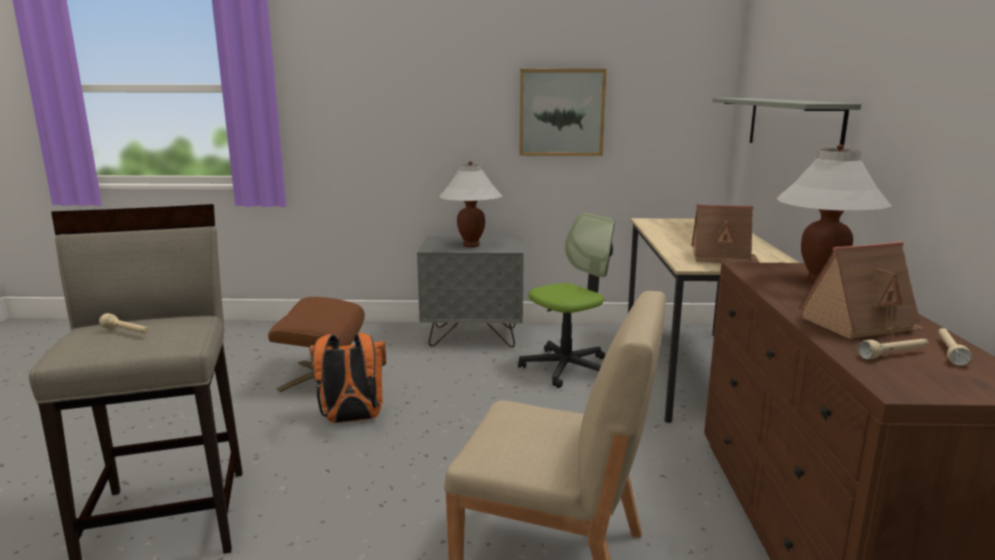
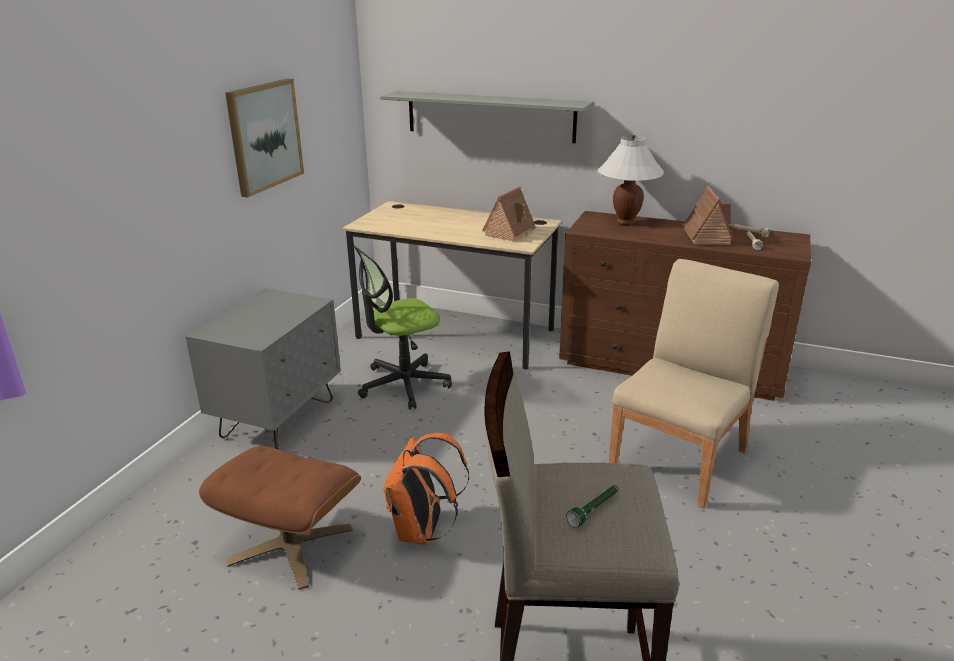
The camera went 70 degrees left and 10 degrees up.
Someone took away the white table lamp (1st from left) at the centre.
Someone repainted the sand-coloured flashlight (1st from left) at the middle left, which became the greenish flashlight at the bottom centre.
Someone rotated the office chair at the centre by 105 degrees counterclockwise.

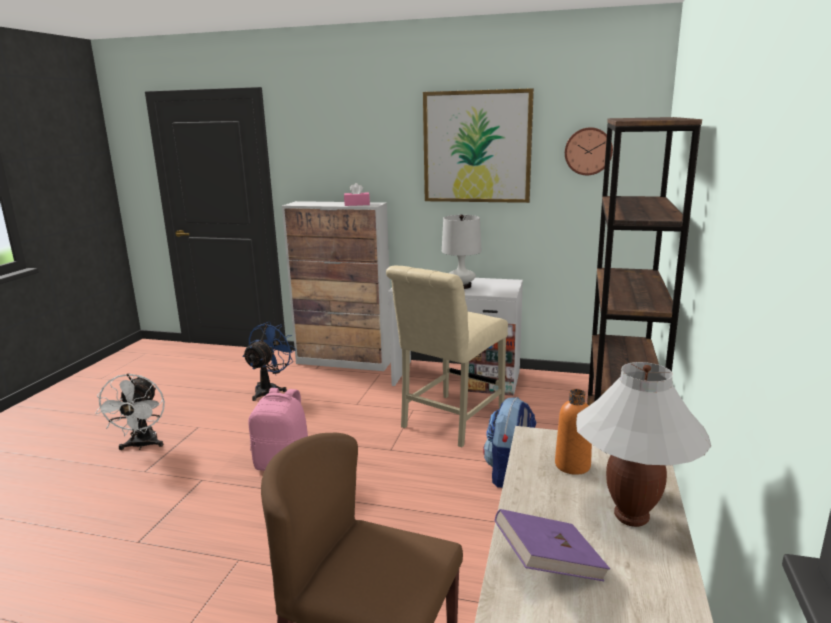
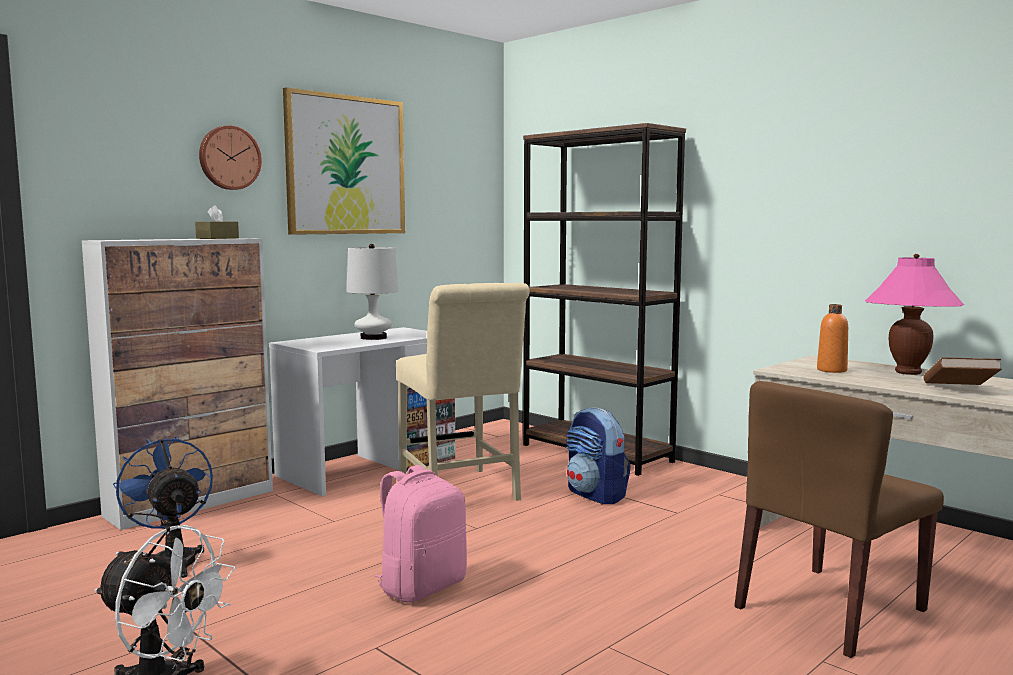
The camera went 60 degrees left and 10 degrees down.
Someone carried the wall clock from the top right to the top left.
Someone repainted the pink-coloured tissue holder at the top centre, which became the brownish tissue holder at the top left.
Someone repainted the purple-coloured bound book at the bottom centre, which became the brownish bound book at the middle right.
Someone repainted the white table lamp (2nd from left) at the bottom right, which became the pink-coloured table lamp at the middle right.

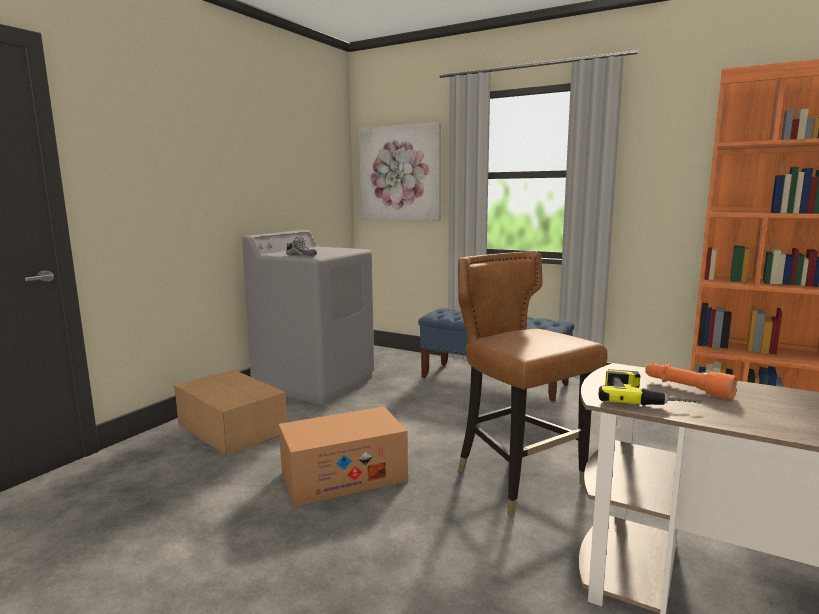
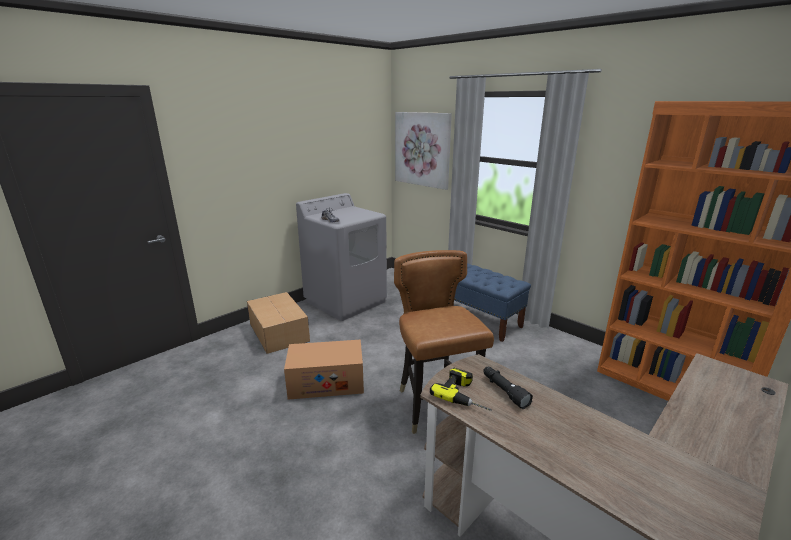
The camera went 15 degrees right and 10 degrees up.
Someone repainted the orange flashlight at the middle right, which became the black-coloured flashlight at the bottom centre.

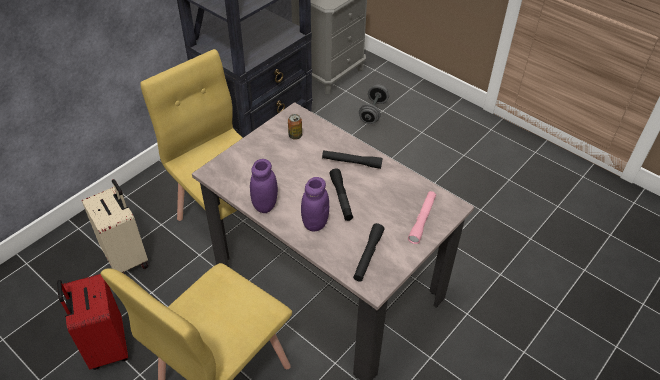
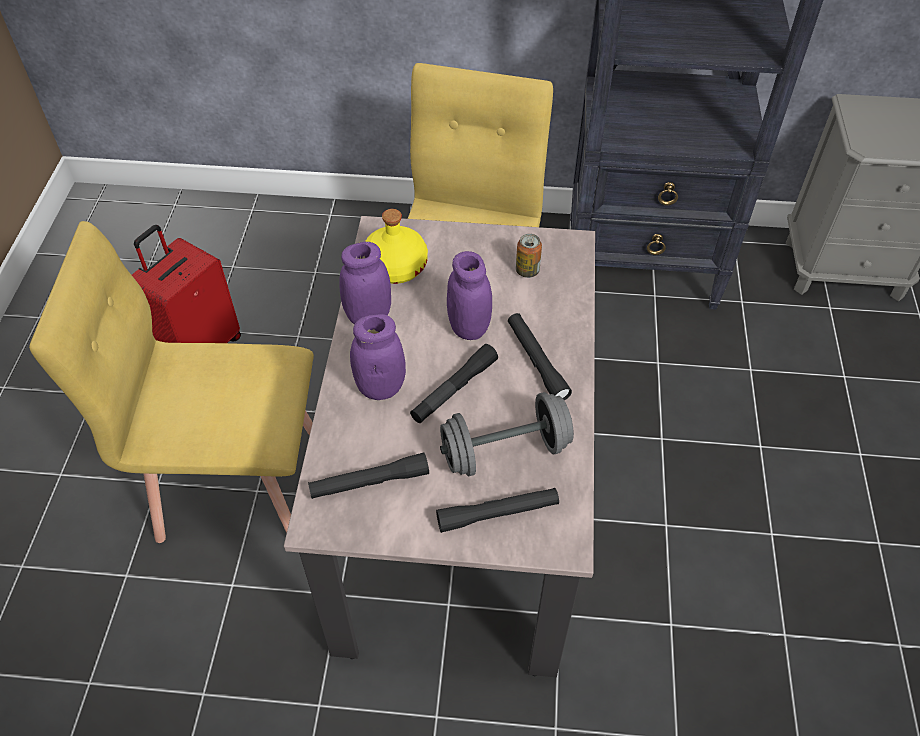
The camera went 55 degrees right and 5 degrees up.
Someone took away the sand-coloured piece of luggage at the middle left.
Someone put down the yellow-coloured drink bottle at the centre.
Someone put down the purple-coloured preserve jar (3rd from left) at the centre.
Someone carried the grey dumbbell from the top centre to the centre.
Someone repainted the pink-coloured flashlight at the centre, which became the black-coloured flashlight (3rd from left) at the bottom centre.

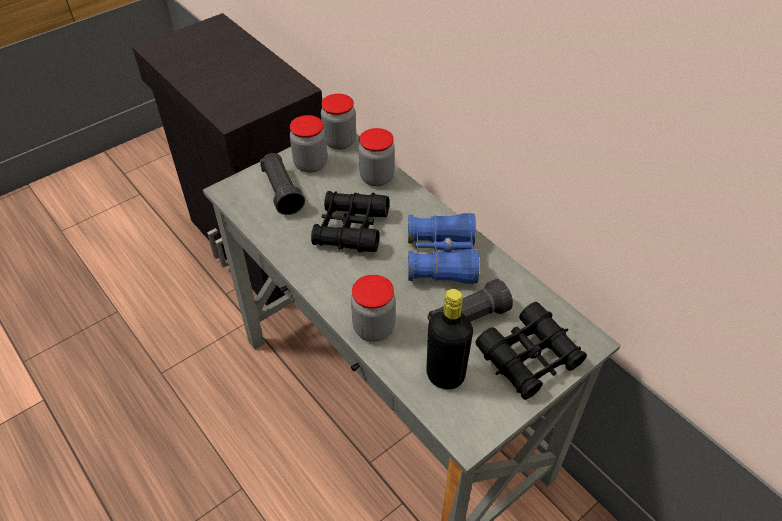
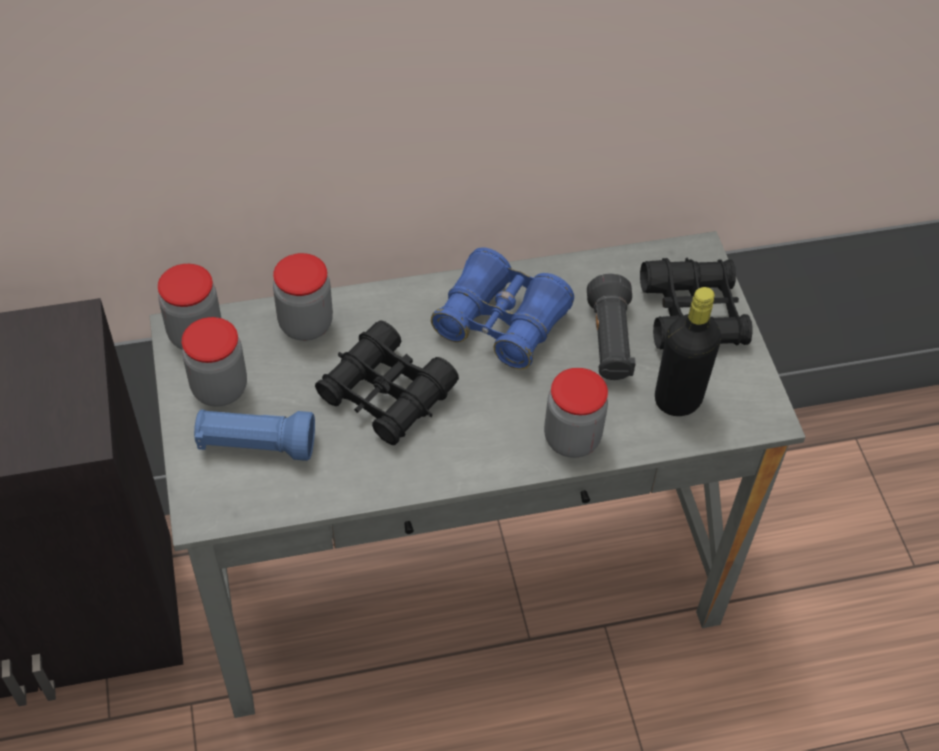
The camera went 65 degrees left and 5 degrees up.
Someone repainted the black-coloured flashlight (1st from left) at the centre, which became the bluish flashlight at the middle left.

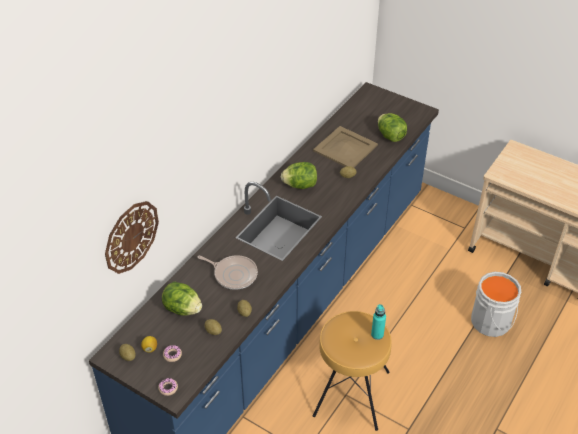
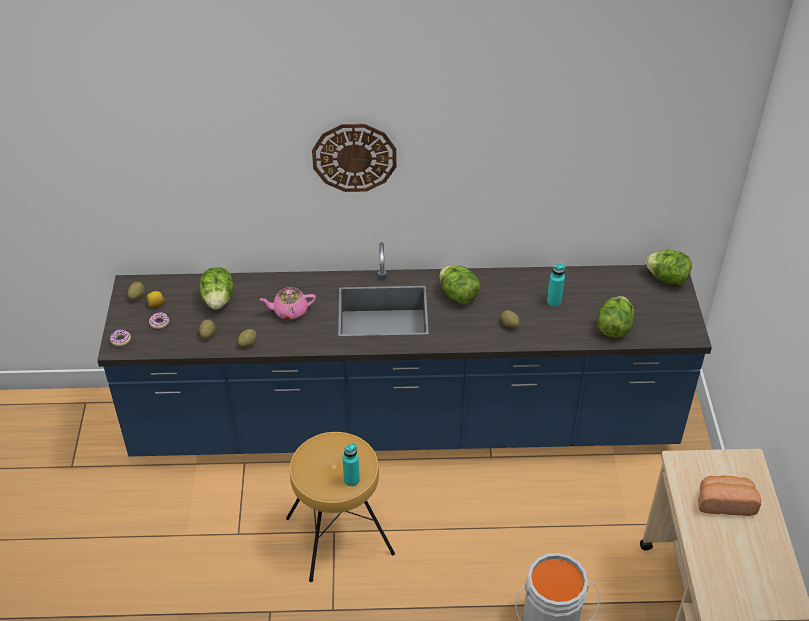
The camera went 55 degrees right and 0 degrees up.
Someone put down the head of lettuce (4th from left) at the middle right.
Someone put down the baked bread at the bottom right.
Someone carried the wall clock from the middle left to the top centre.
Someone swapped the frying pan at the centre for the pink-coloured teapot at the centre.
Someone swapped the sand-coloured tray at the centre for the turquoise-coloured drink bottle (2nd from left) at the middle right.

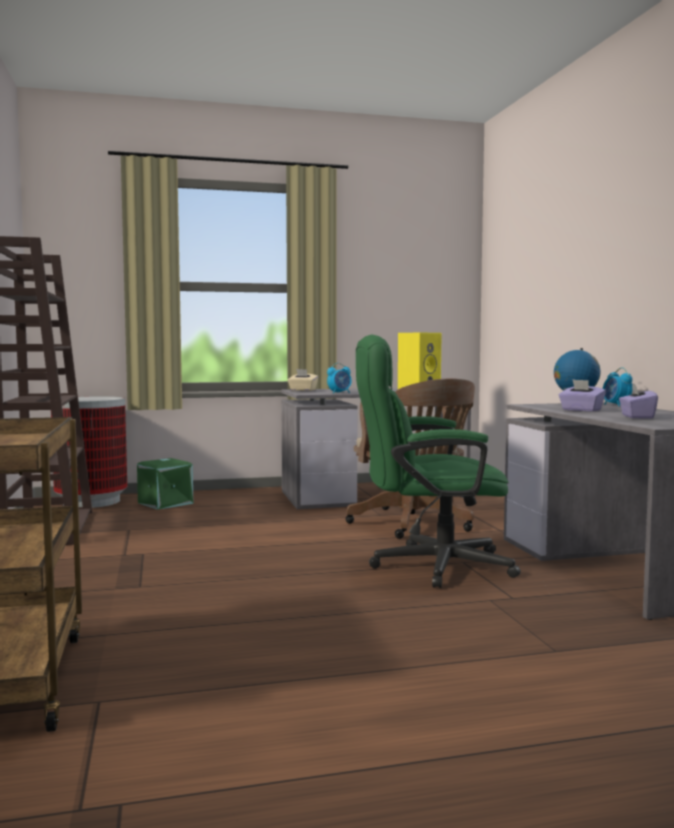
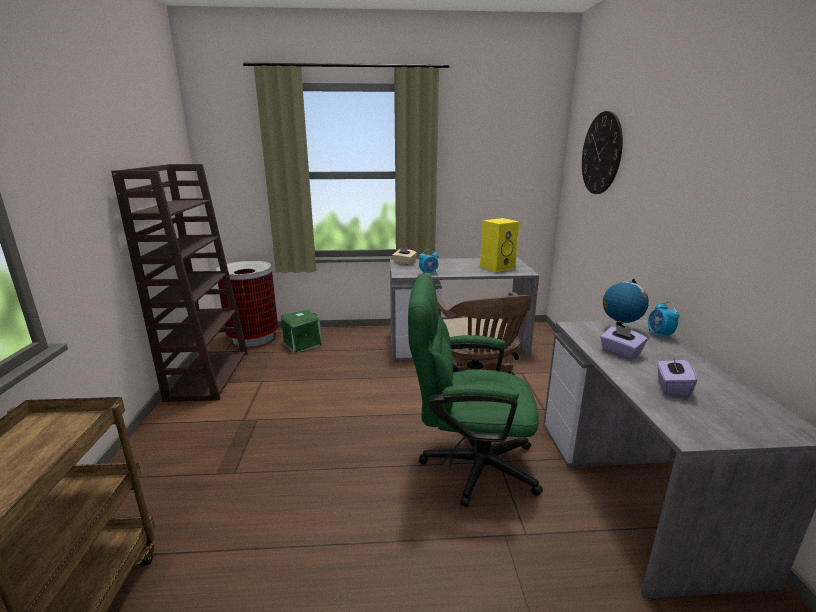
The camera went 10 degrees right and 15 degrees up.
Someone put up the wall clock at the top right.

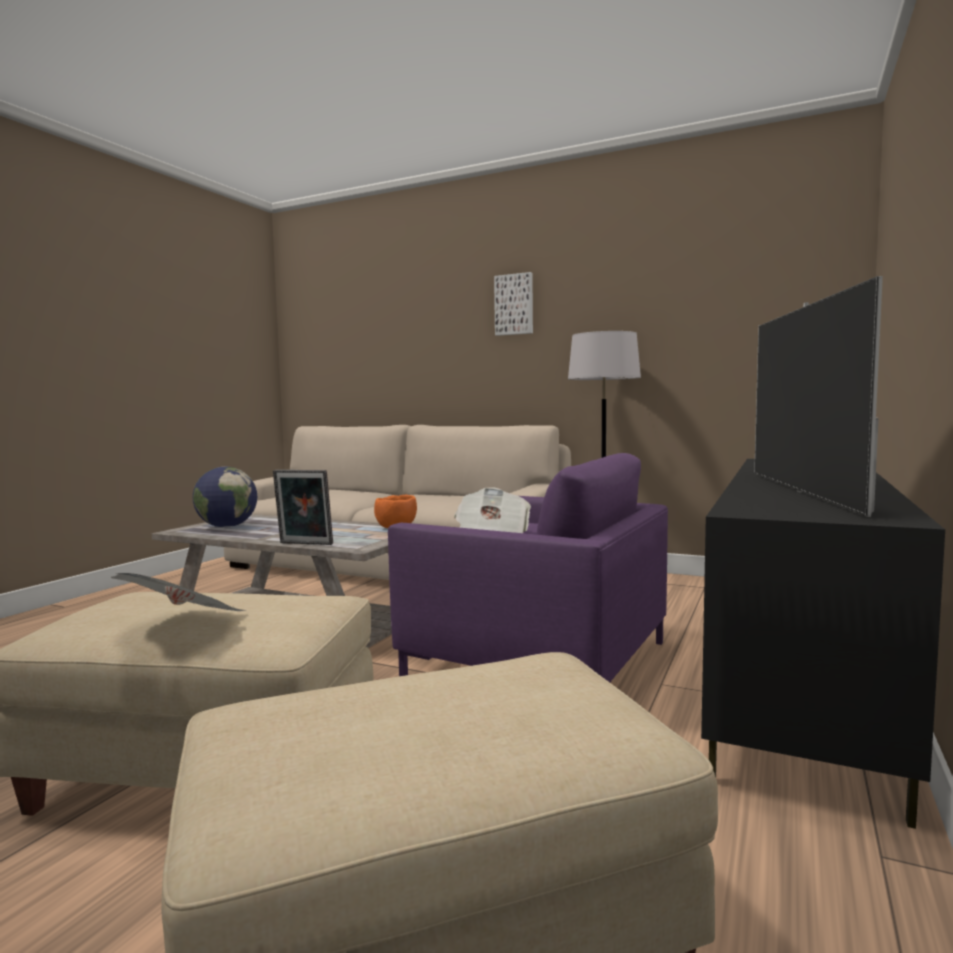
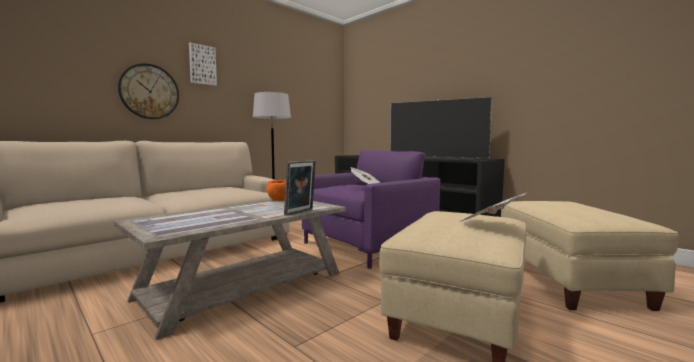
The camera went 70 degrees left and 0 degrees up.
Someone took away the desk globe at the middle left.
Someone put up the wall clock at the top left.

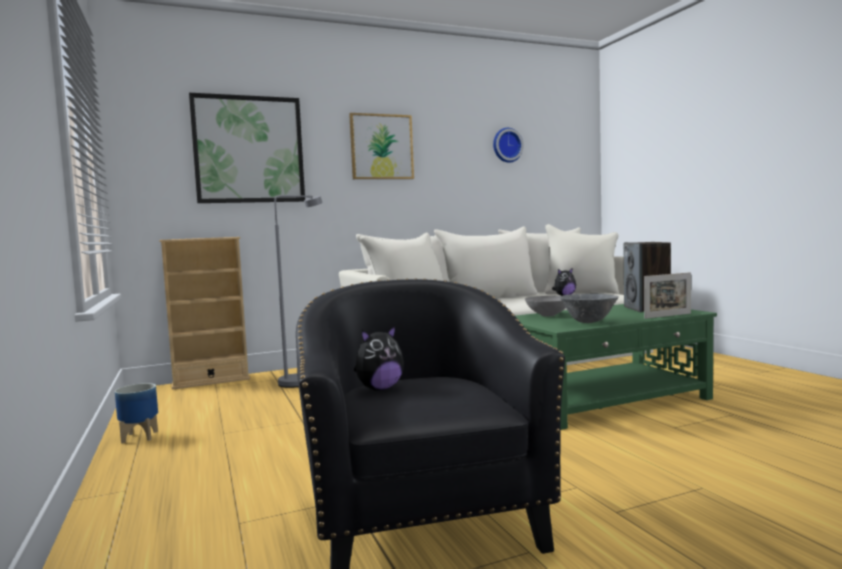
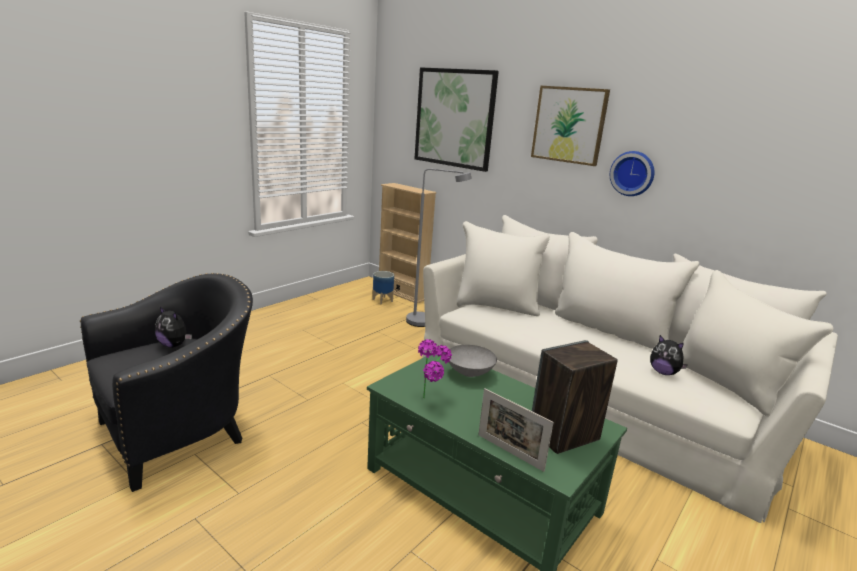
The camera went 60 degrees right and 15 degrees up.
Someone carried the planter from the bottom left to the centre.
Someone carried the wall clock from the top centre to the top right.
Someone swapped the grey deep dish (2nd from left) at the middle right for the houseplant at the centre.

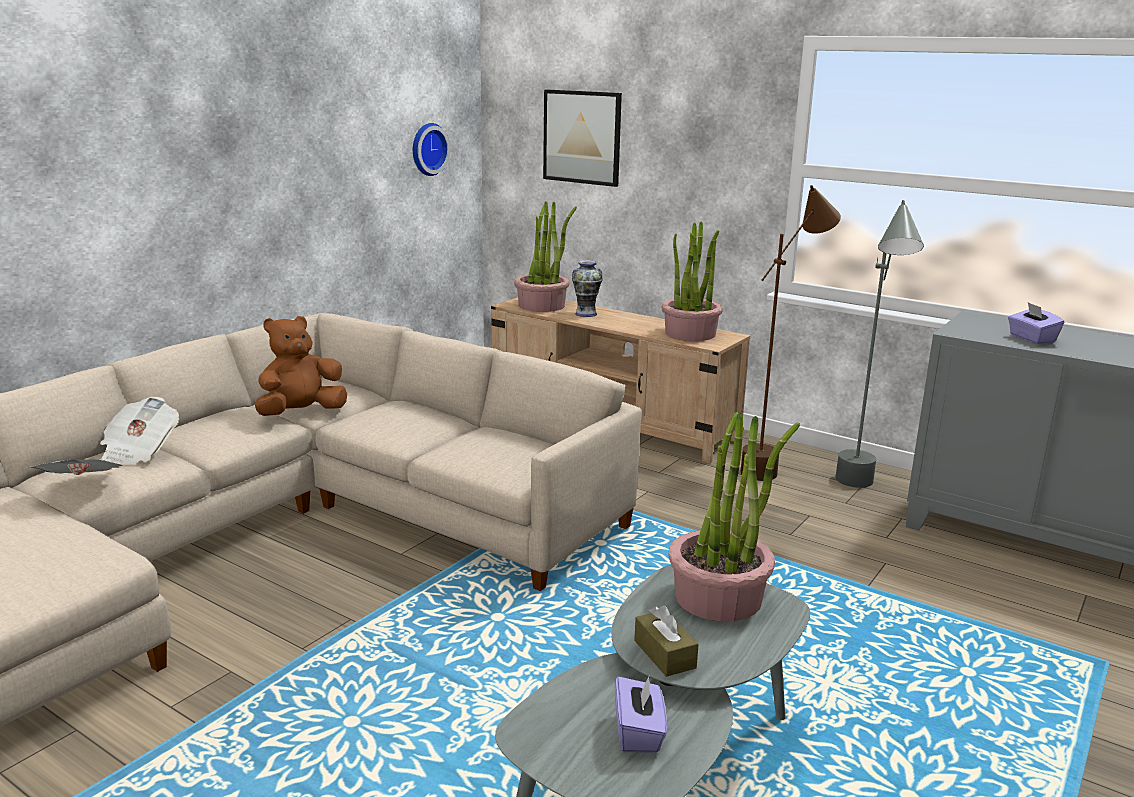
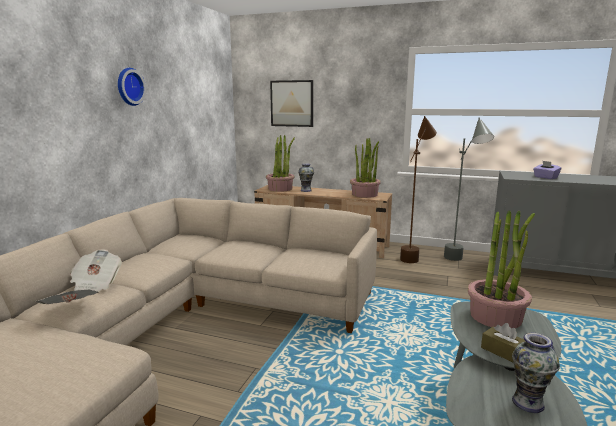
The camera went 15 degrees left and 5 degrees down.
Someone took away the brownish plush toy at the middle left.
Someone carried the wall clock from the top centre to the top left.
Someone swapped the purple-coloured tissue holder (1st from left) at the bottom centre for the flower vase (2nd from left) at the bottom right.

